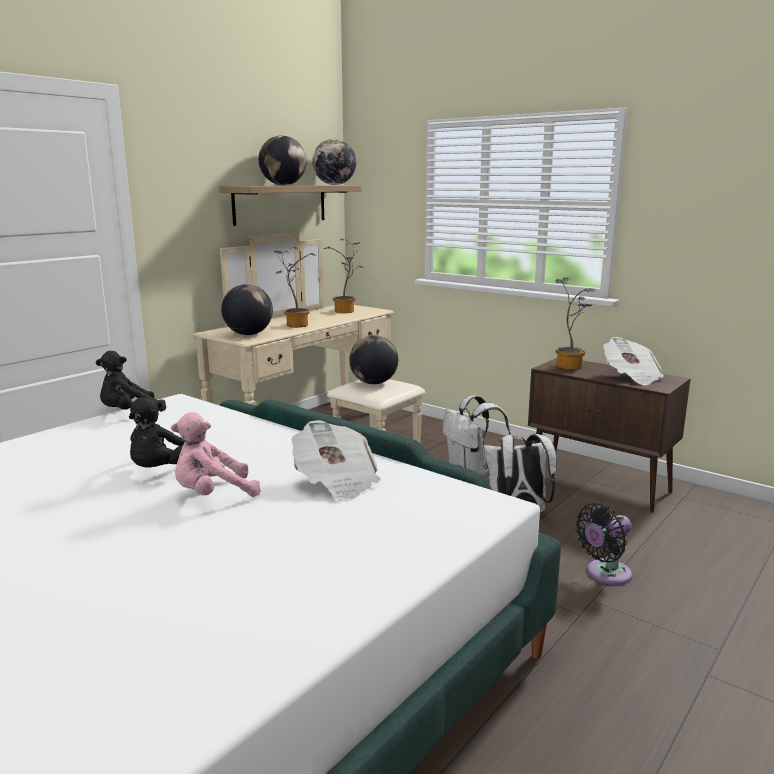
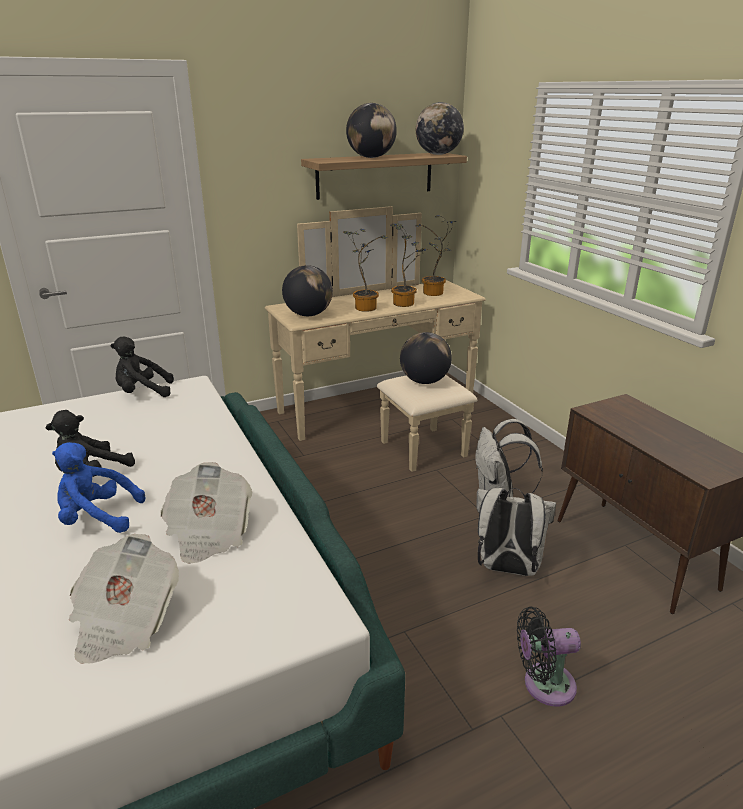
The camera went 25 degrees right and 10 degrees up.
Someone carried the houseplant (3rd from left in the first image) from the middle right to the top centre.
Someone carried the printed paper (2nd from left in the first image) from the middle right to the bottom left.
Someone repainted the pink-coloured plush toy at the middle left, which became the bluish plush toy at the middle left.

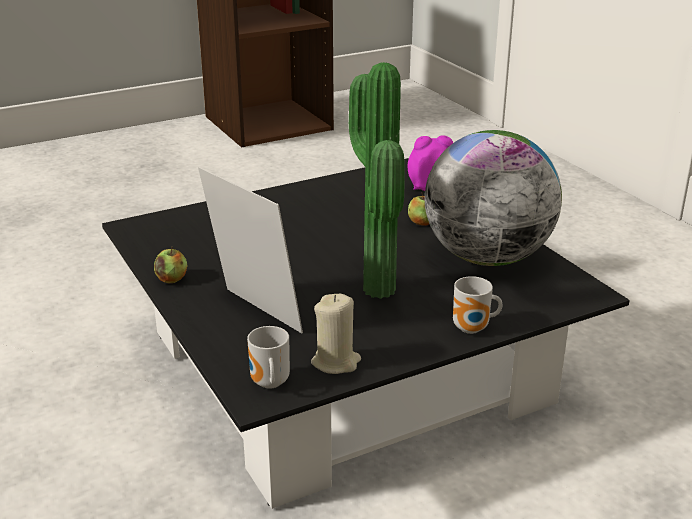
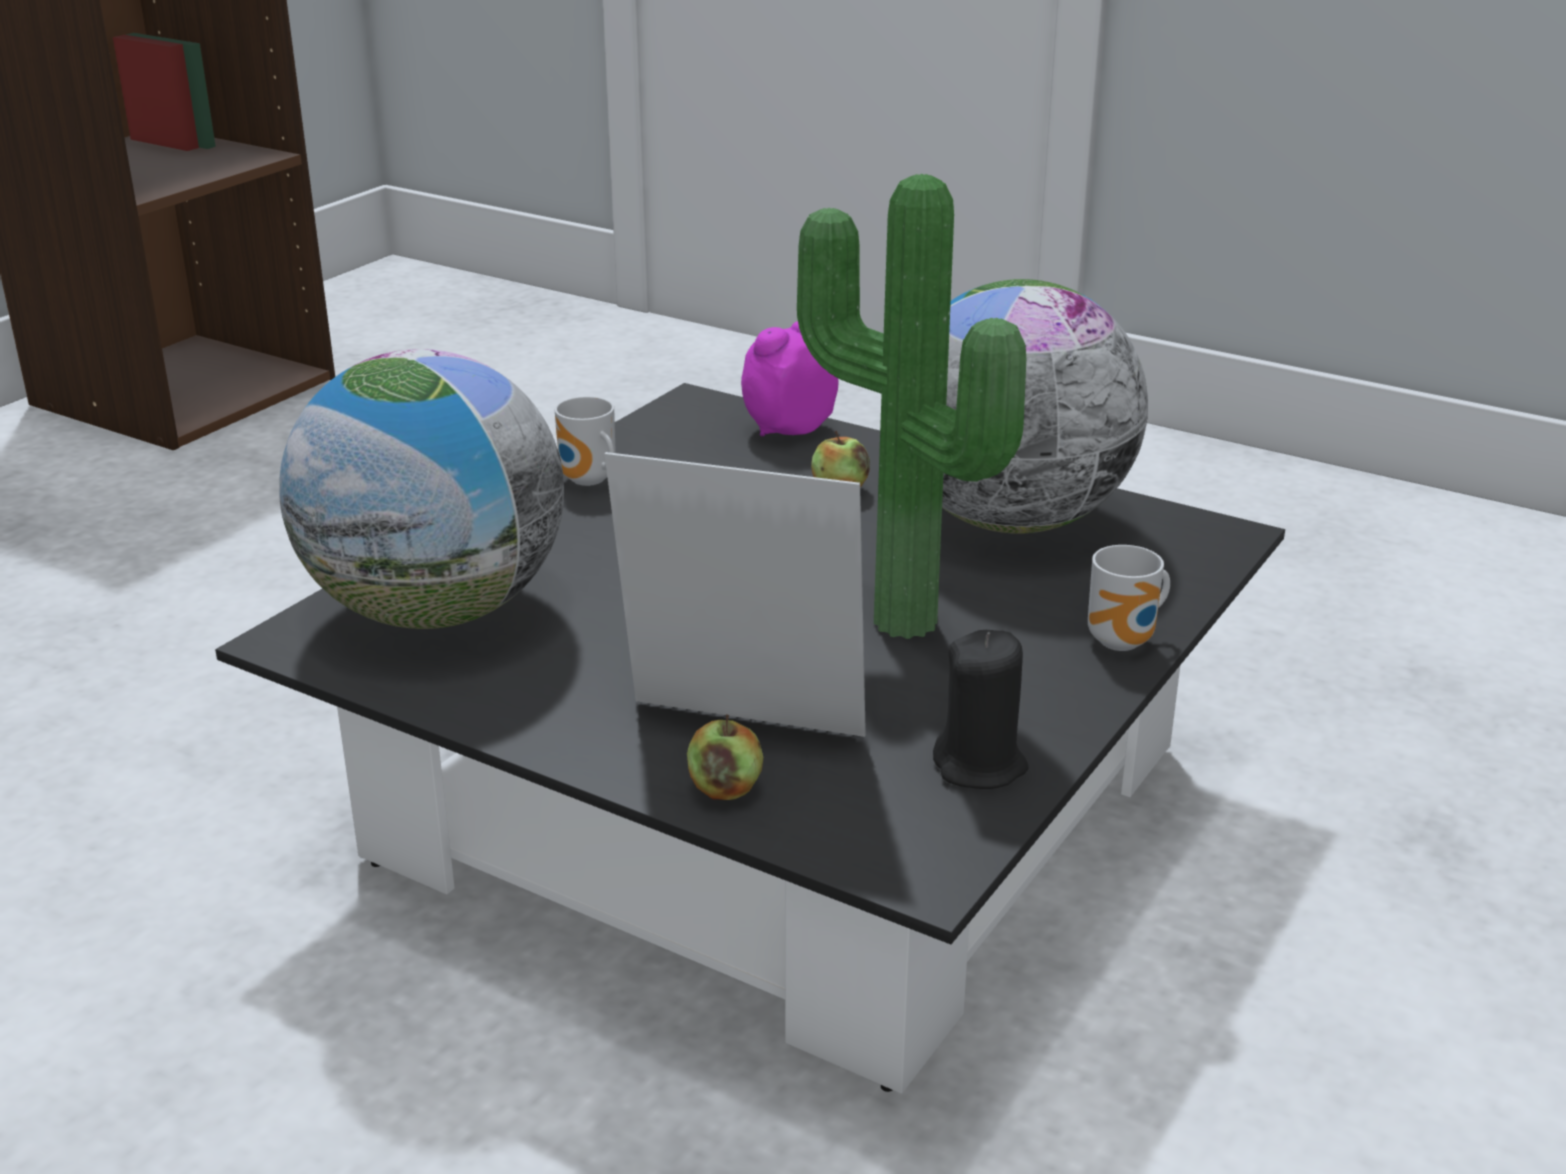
The camera went 30 degrees left and 0 degrees up.
Someone put down the desk globe (1st from left) at the middle left.
Someone carried the apple fruit (1st from left) from the middle left to the centre.
Someone carried the coffee mug (1st from left) from the bottom centre to the centre.
Someone repainted the sand-coloured candle at the centre, which became the black-coloured candle at the centre.

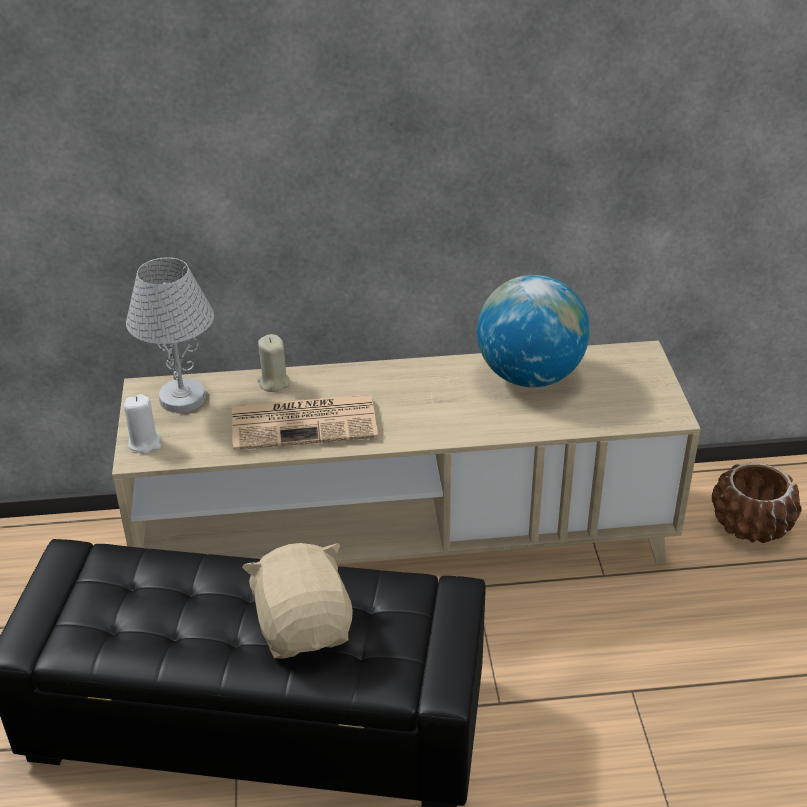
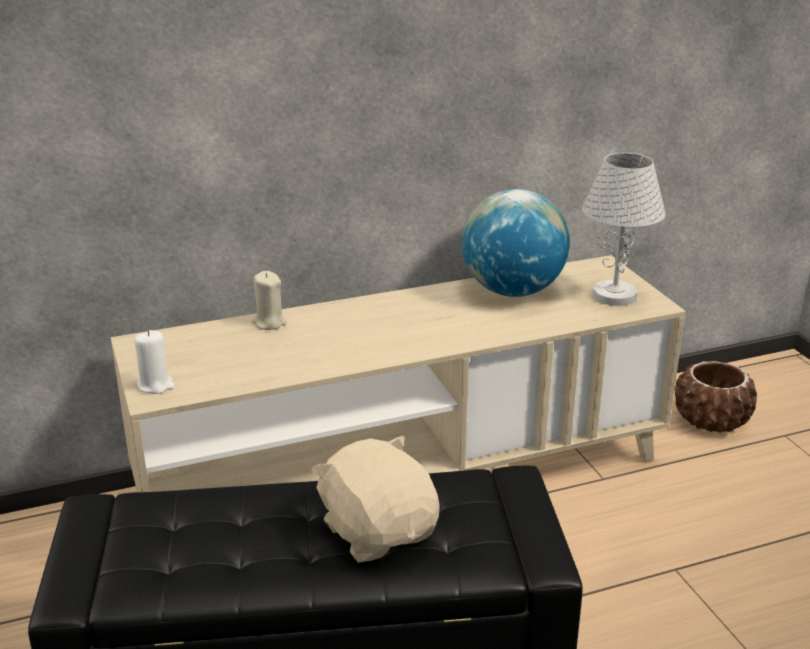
The camera went 15 degrees left and 10 degrees down.
Someone took away the printed paper at the centre.
Someone carried the white table lamp from the middle left to the middle right.

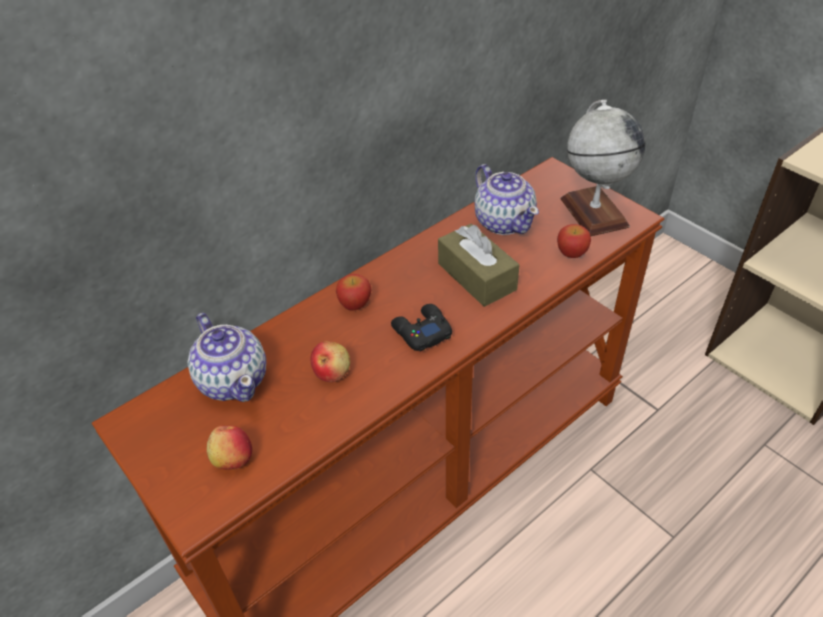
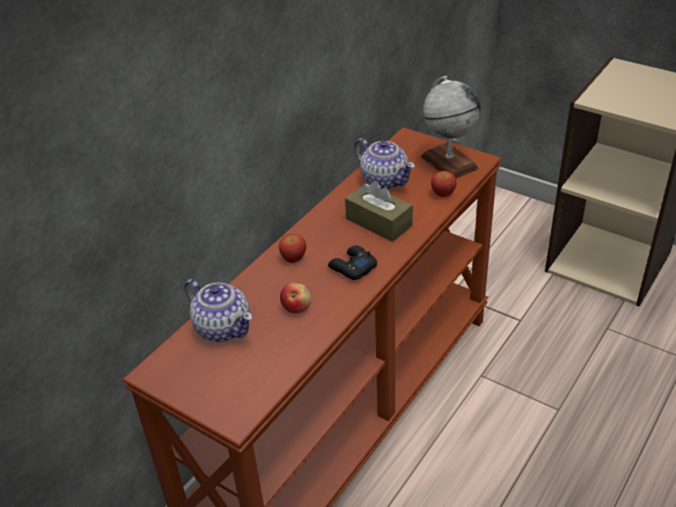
The camera went 15 degrees left and 5 degrees down.
Someone took away the apple fruit (1st from left) at the bottom left.

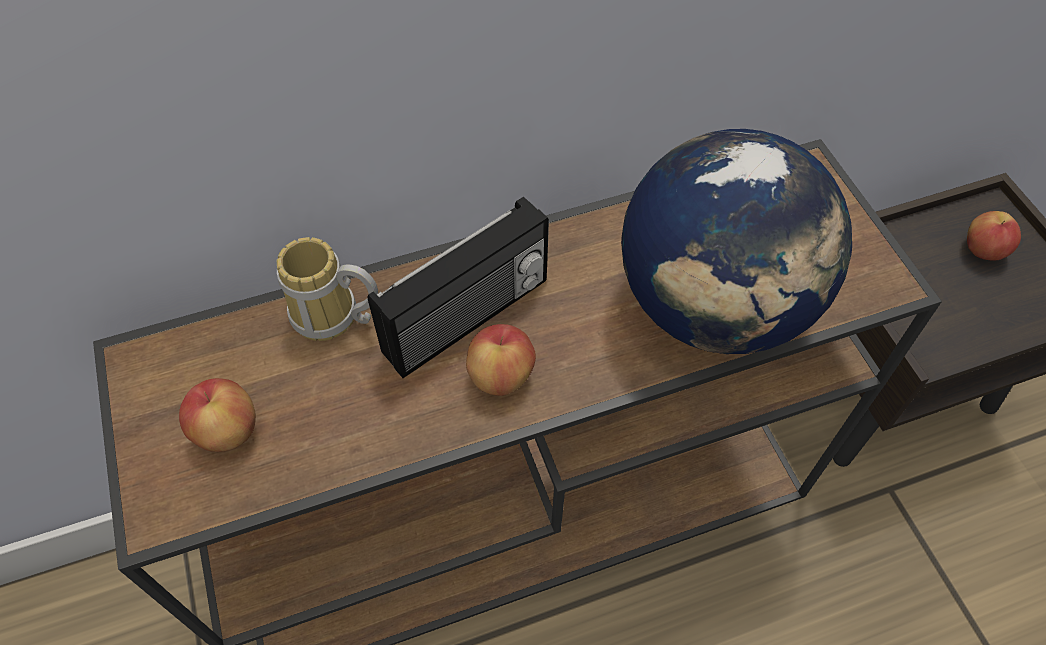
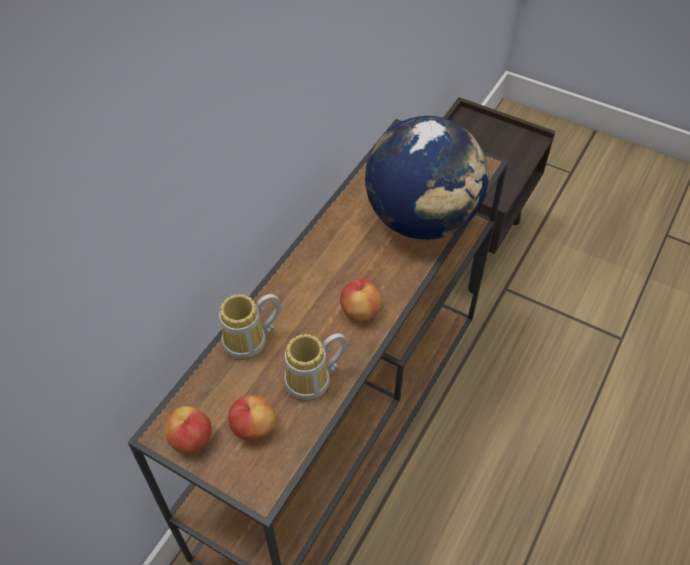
The camera went 40 degrees left and 5 degrees down.
Someone took away the radio at the centre.
Someone put down the coffee mug (2nd from left) at the centre.
Someone carried the apple fruit (3rd from left in the first image) from the middle right to the bottom left.

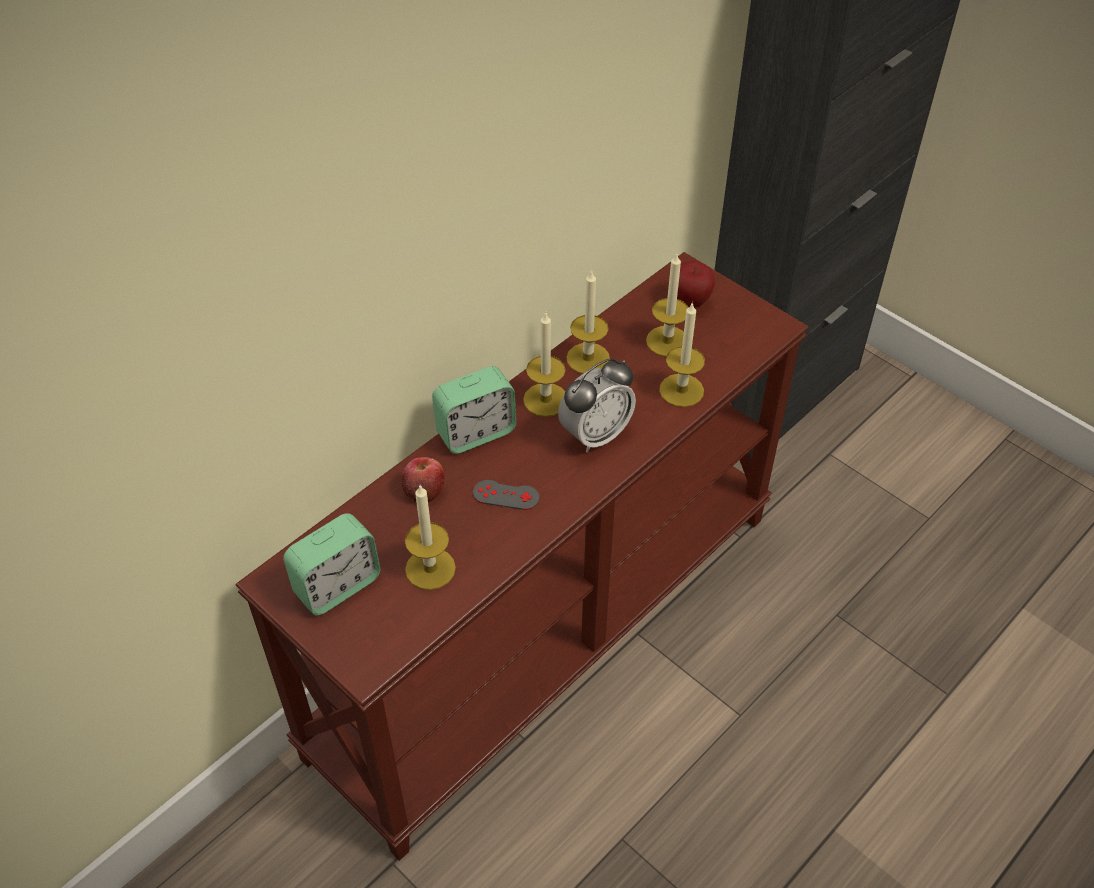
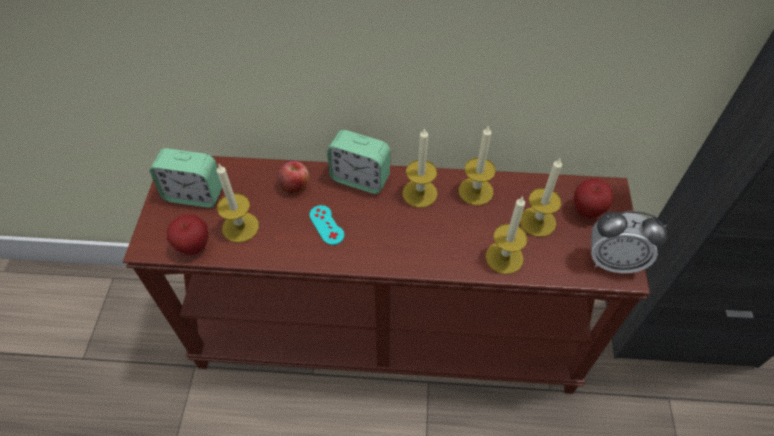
The camera went 50 degrees right and 5 degrees up.
Someone put down the apple fruit (1st from left) at the middle left.
Someone carried the alarm clock (3rd from left) from the centre to the middle right.
Someone repainted the grey gamepad at the centre, which became the turquoise-coloured gamepad at the centre.

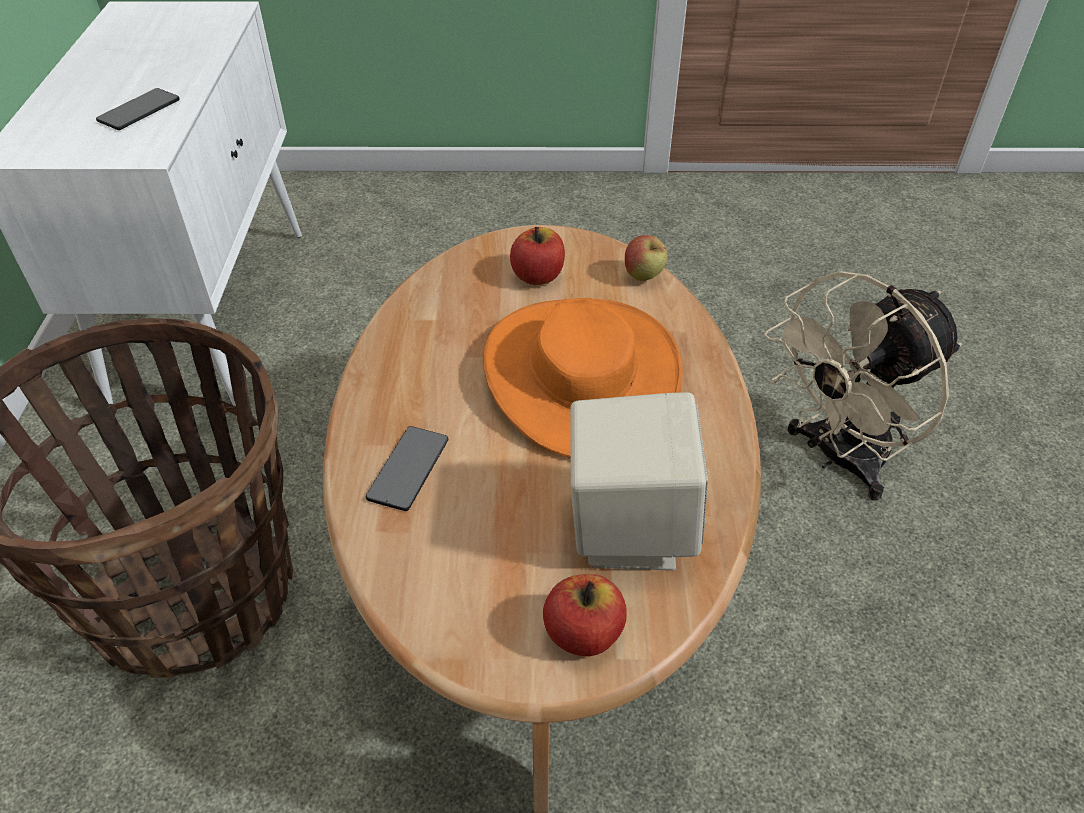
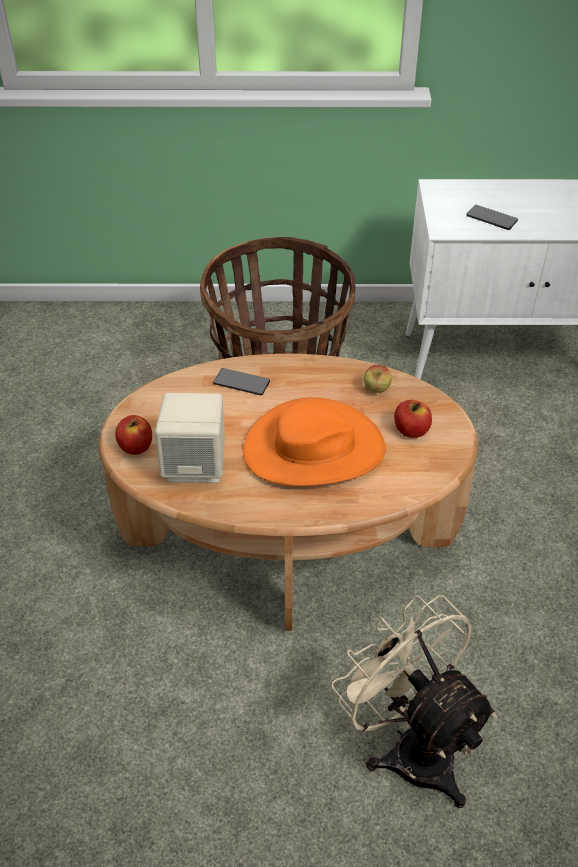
The camera went 90 degrees right and 0 degrees up.
Someone carried the apple fruit (3rd from left in the first image) from the top centre to the centre.

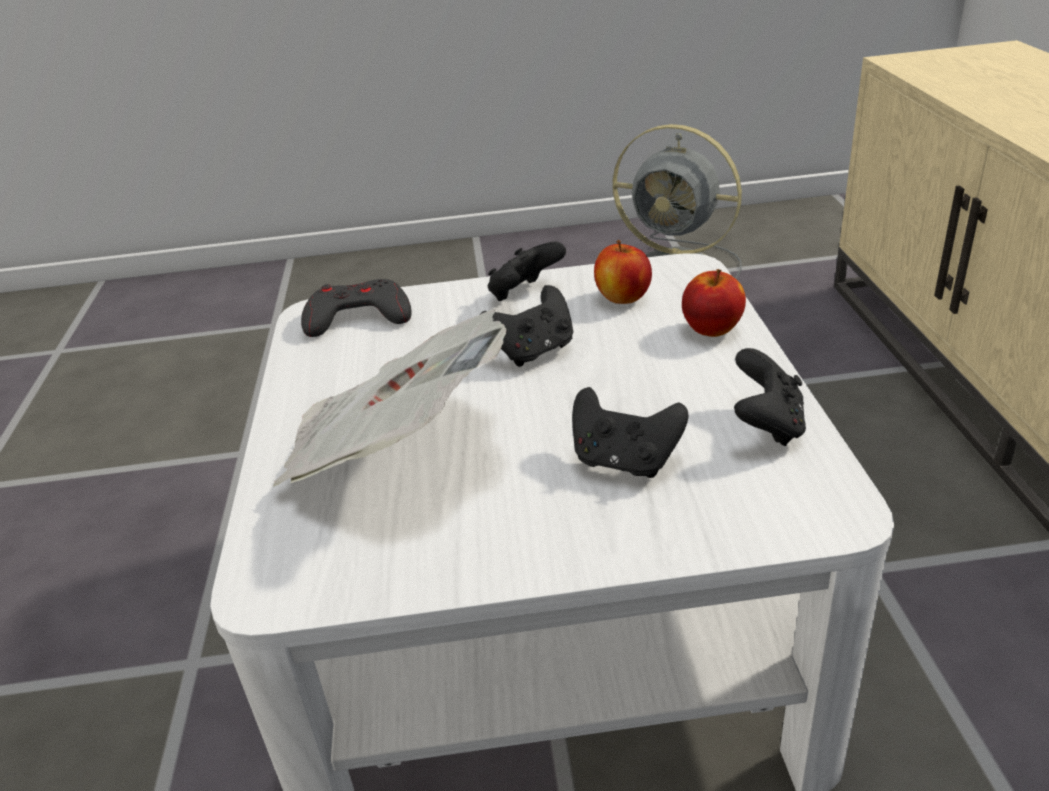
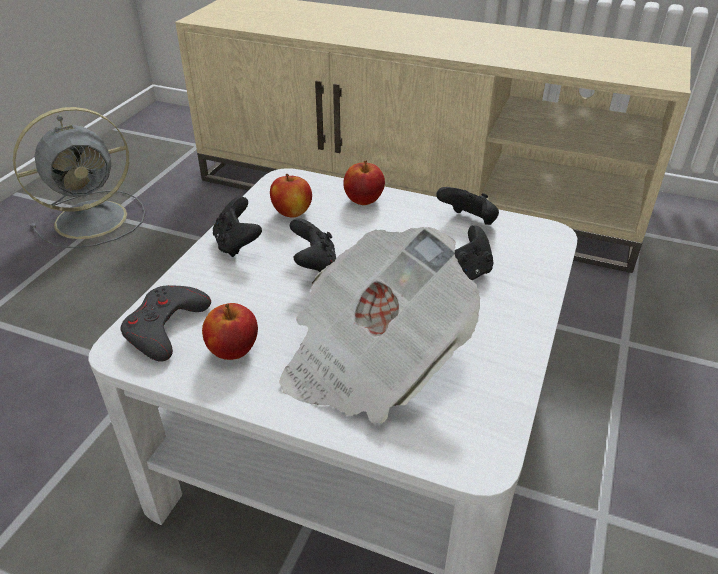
The camera went 65 degrees left and 5 degrees up.
Someone put down the apple fruit (1st from left) at the middle left.

